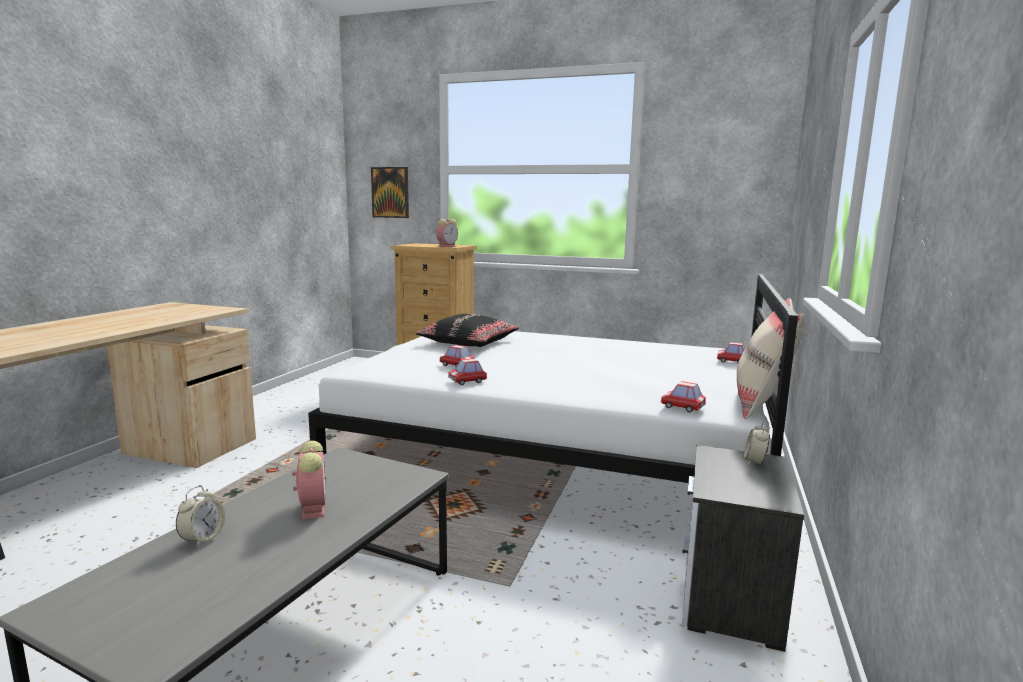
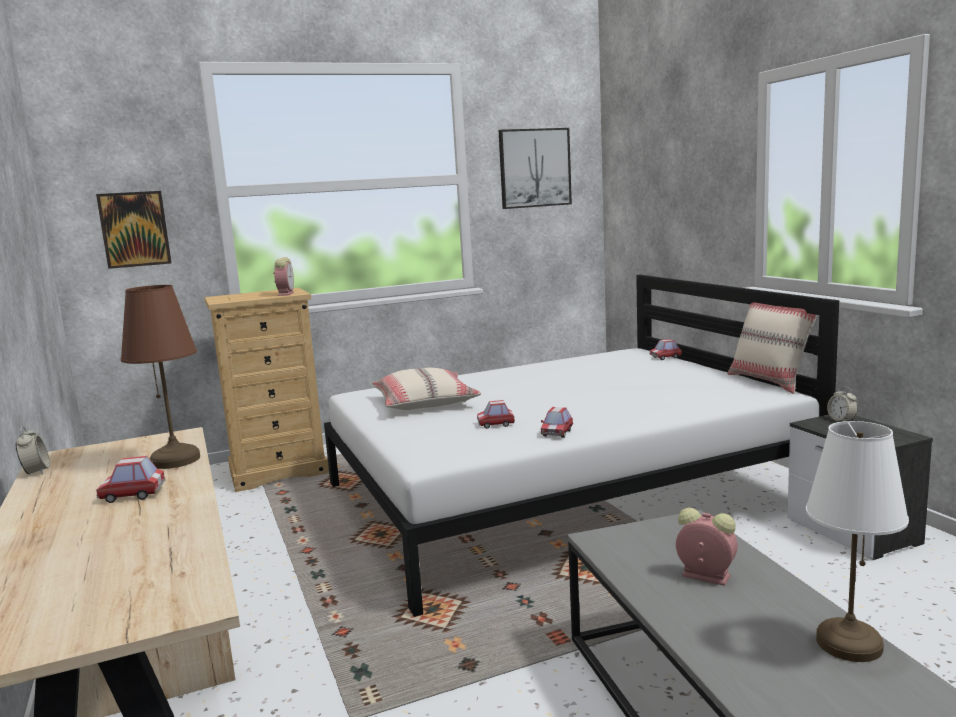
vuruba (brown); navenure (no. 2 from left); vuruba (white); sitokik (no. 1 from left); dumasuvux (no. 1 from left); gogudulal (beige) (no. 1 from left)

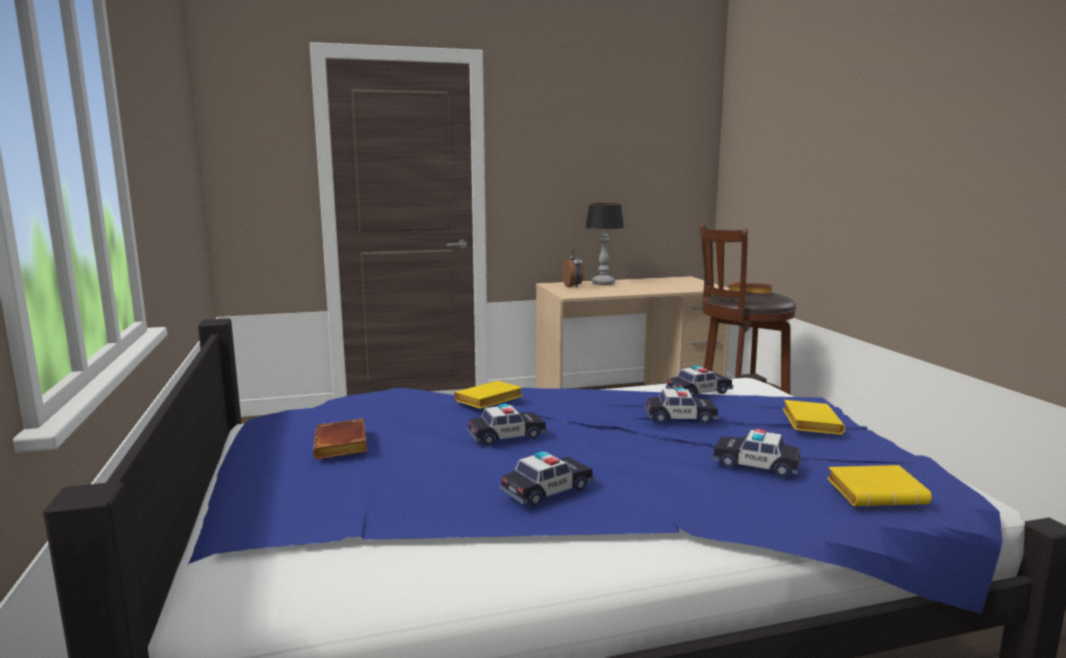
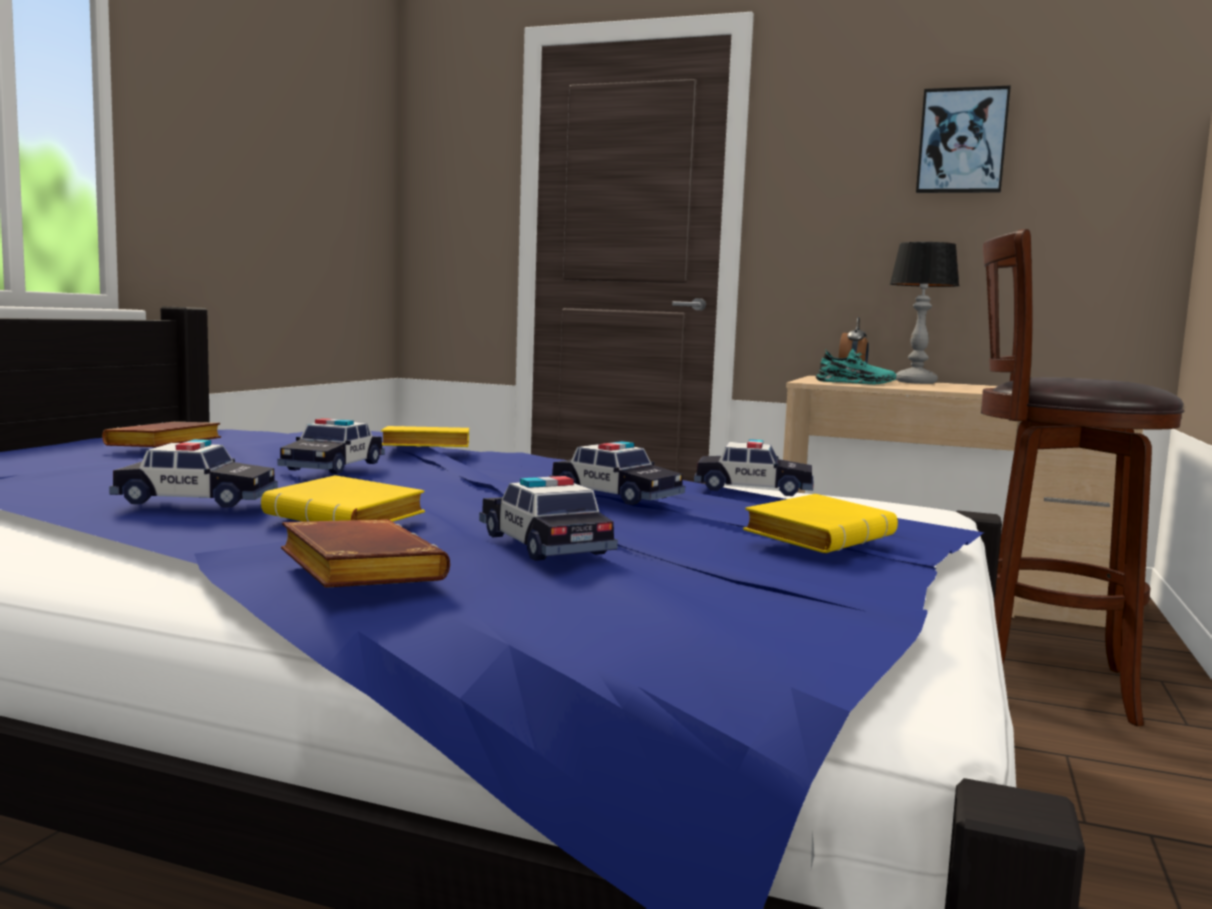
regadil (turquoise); navenure; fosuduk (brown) (no. 2 from left); fosuduk (yellow) (no. 1 from left); dumasuvux (no. 2 from left)

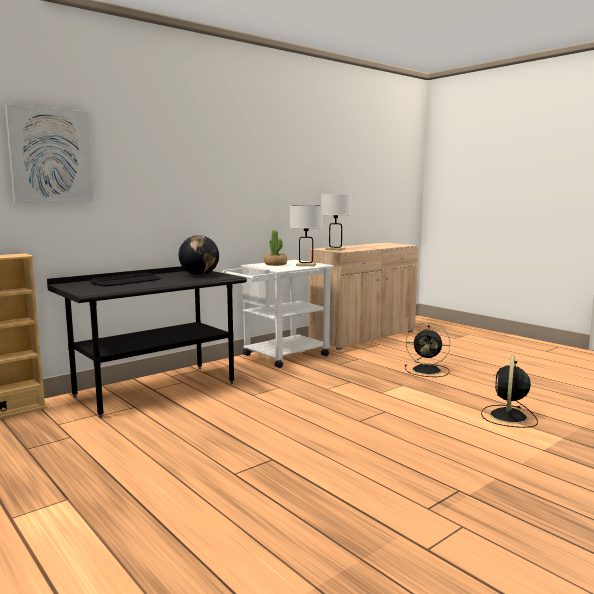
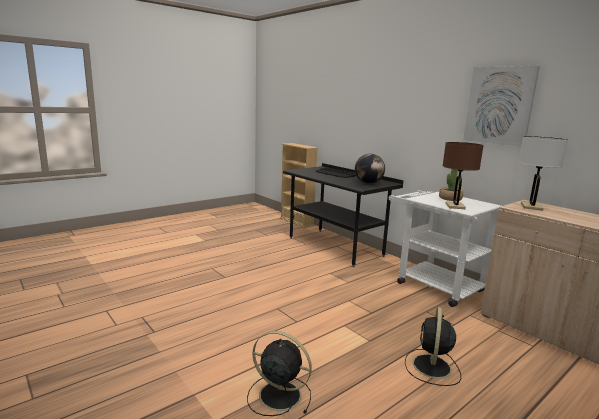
navenure; vuruba (brown)

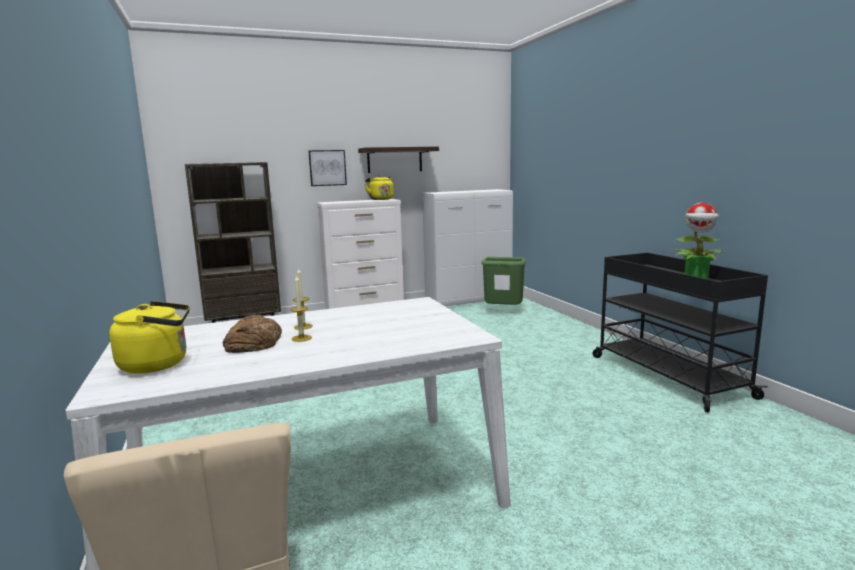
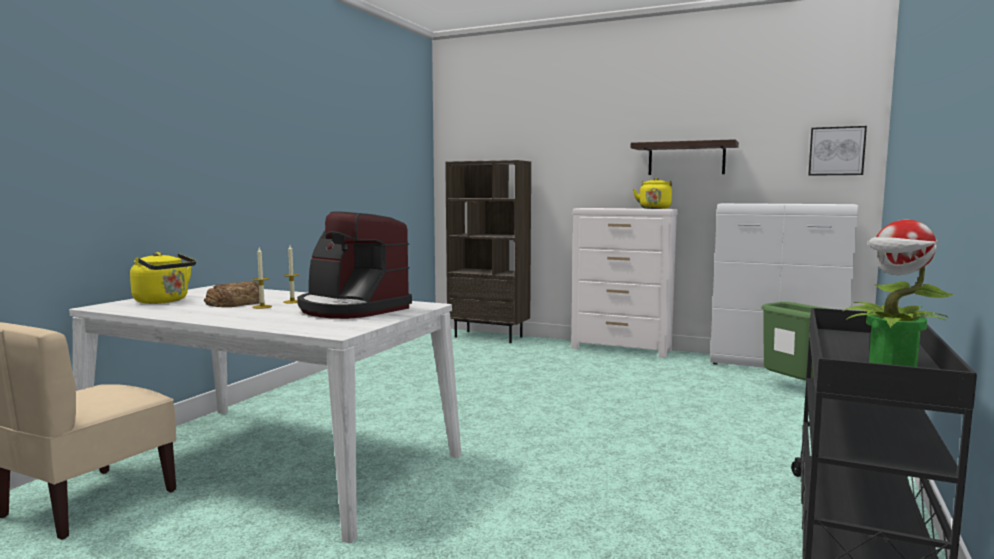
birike; navenure

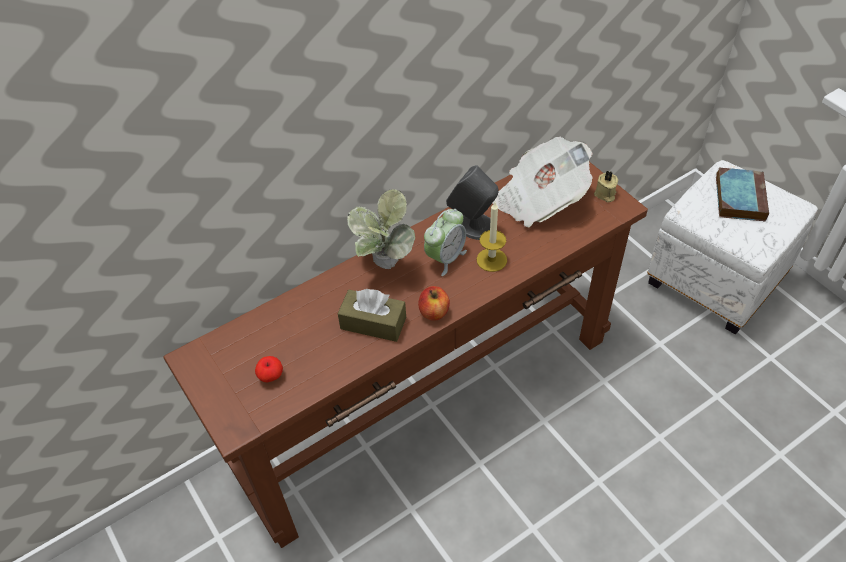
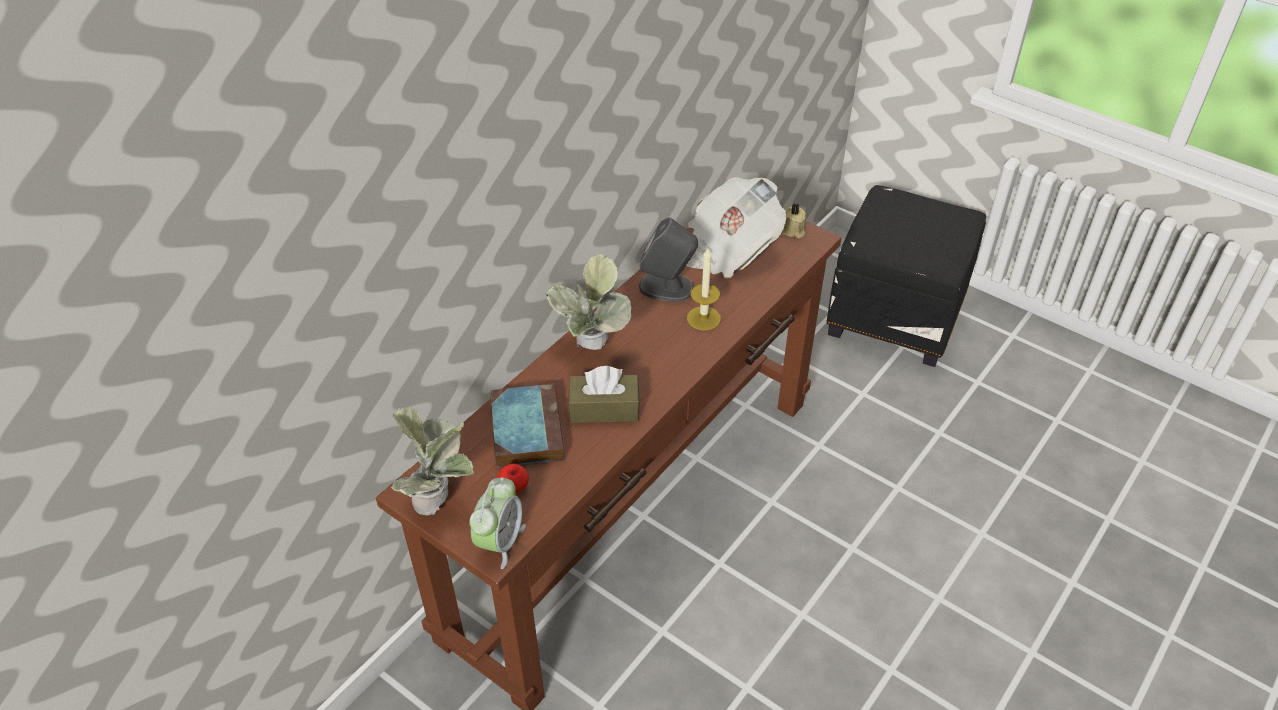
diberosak (no. 2 from left in the first image); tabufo (no. 1 from left); sitokik; fosuduk; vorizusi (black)

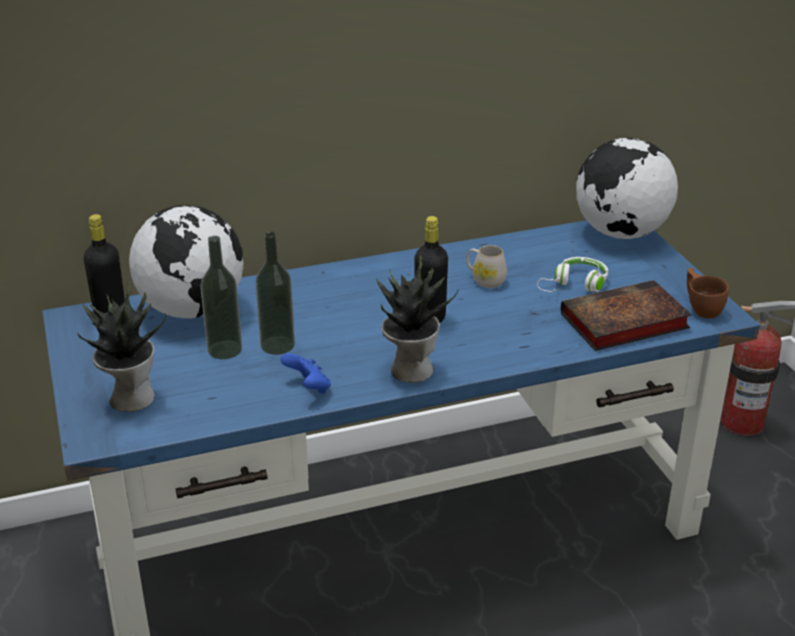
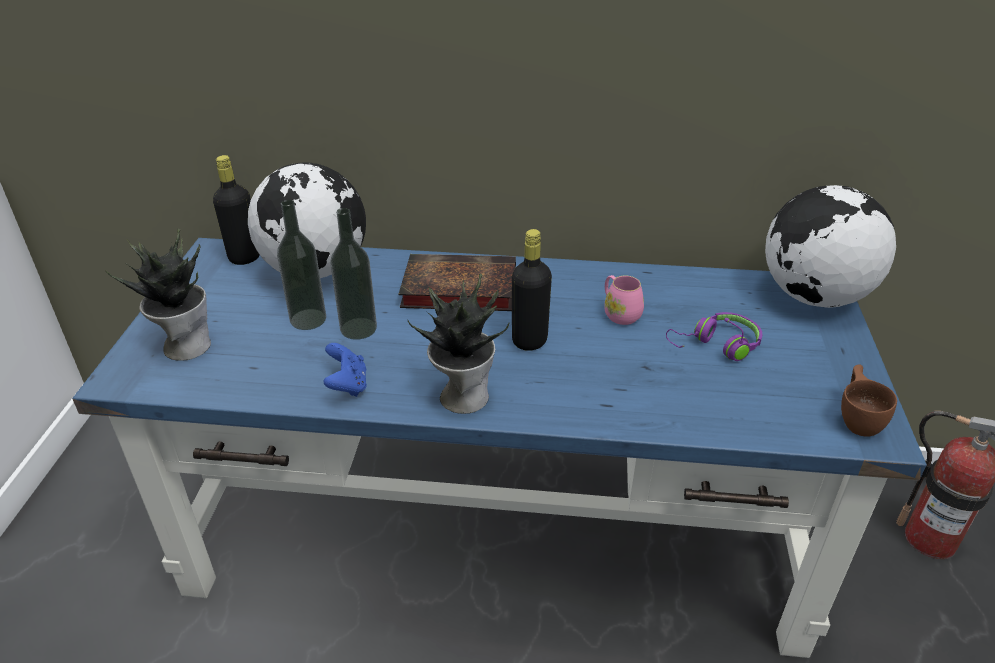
fosuduk; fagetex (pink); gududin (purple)

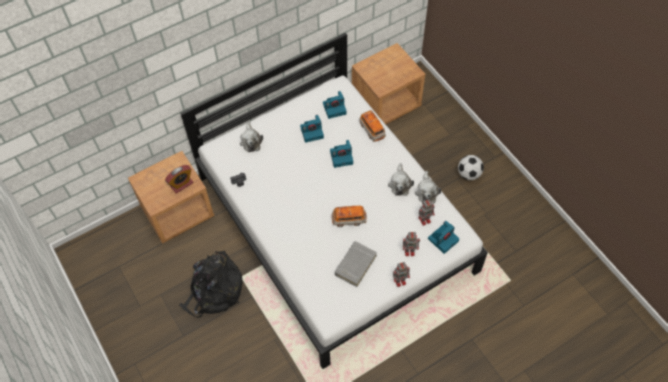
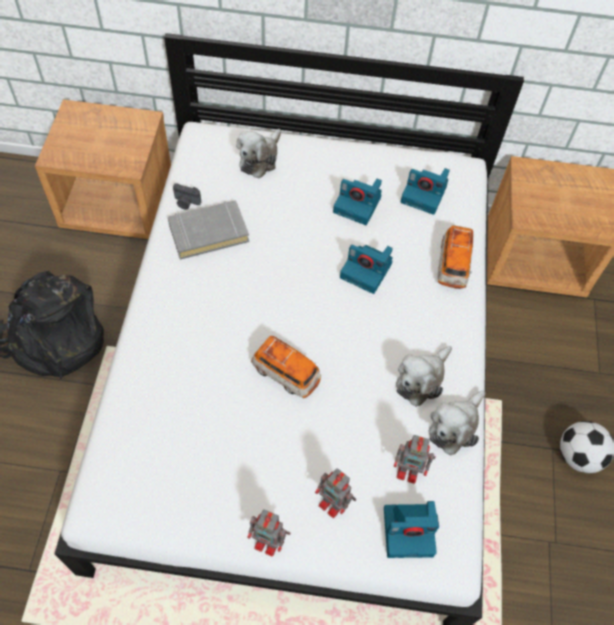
sitokik; fosuduk (grey)

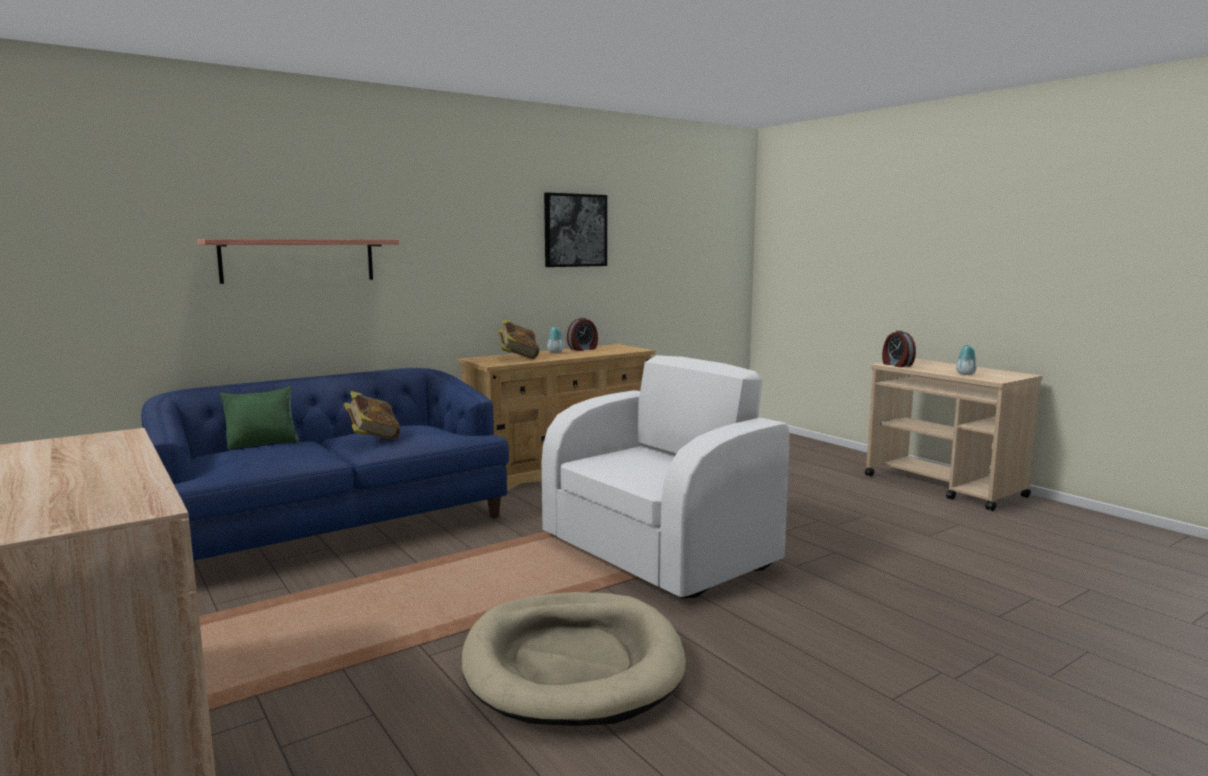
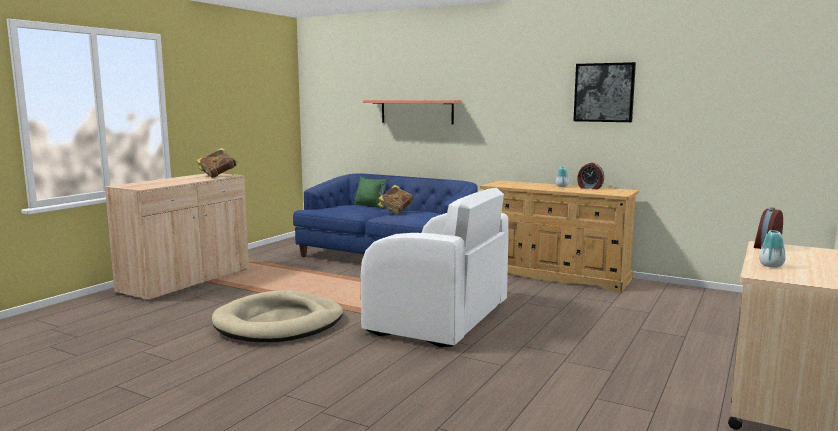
fosuduk (no. 1 from left)

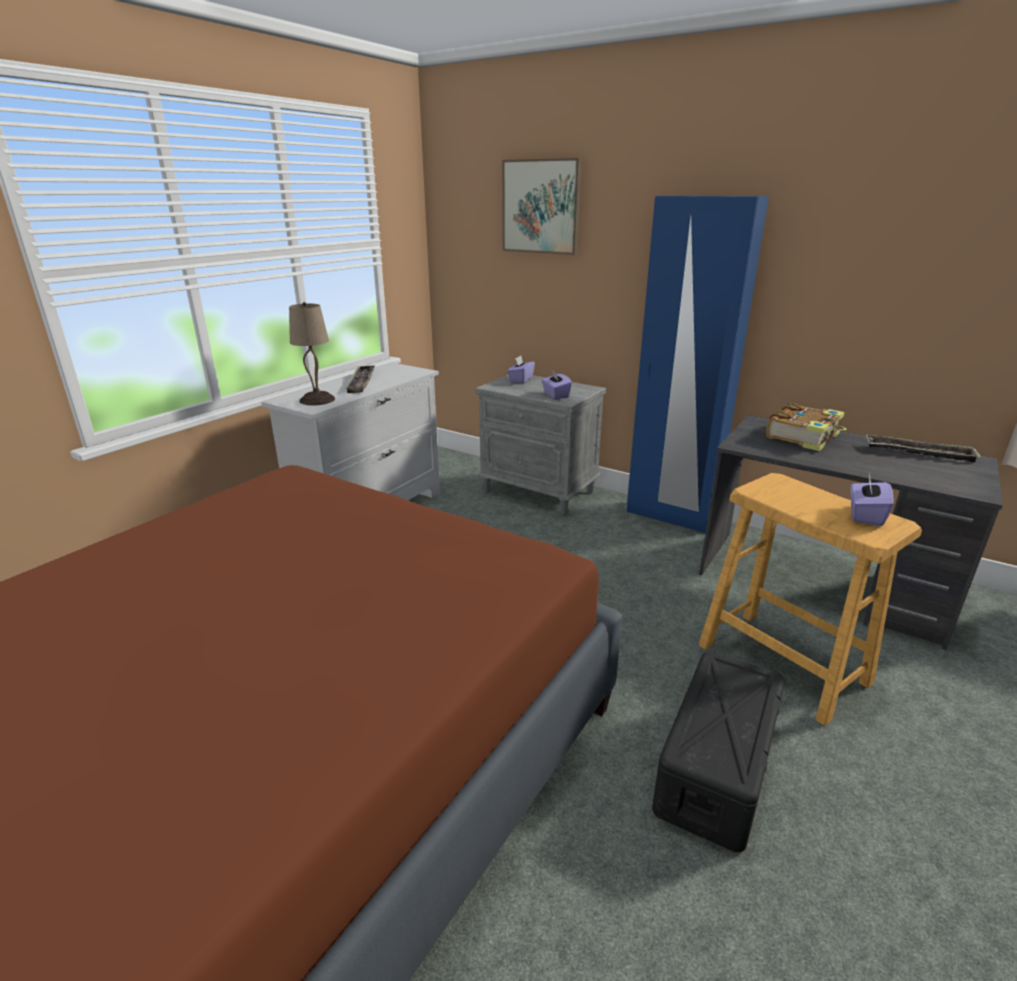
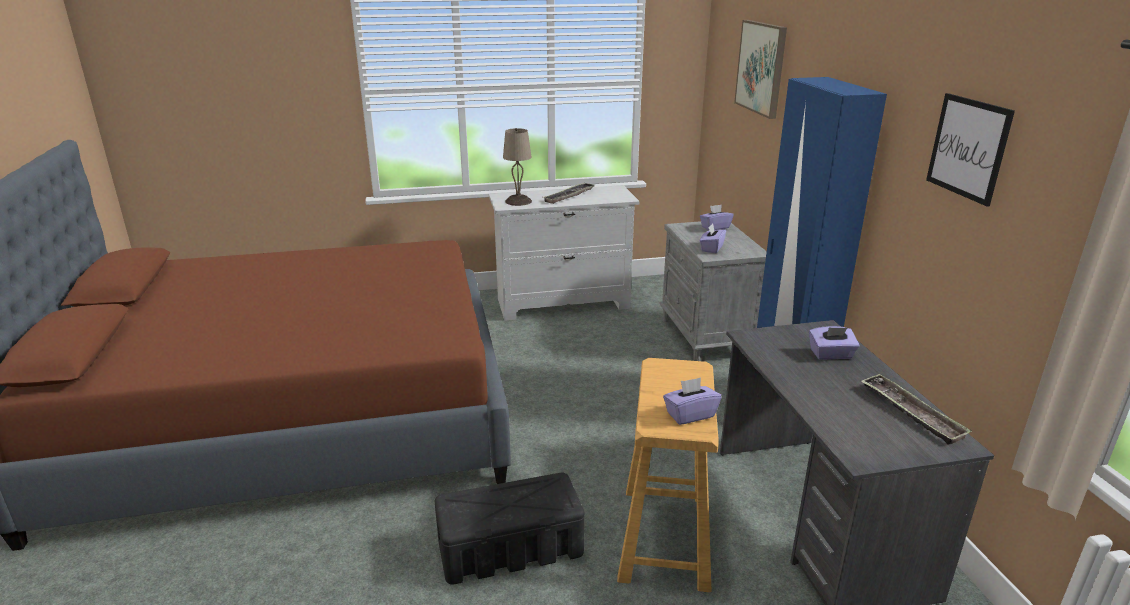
navenure (no. 2 from left); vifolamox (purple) (no. 4 from left)

